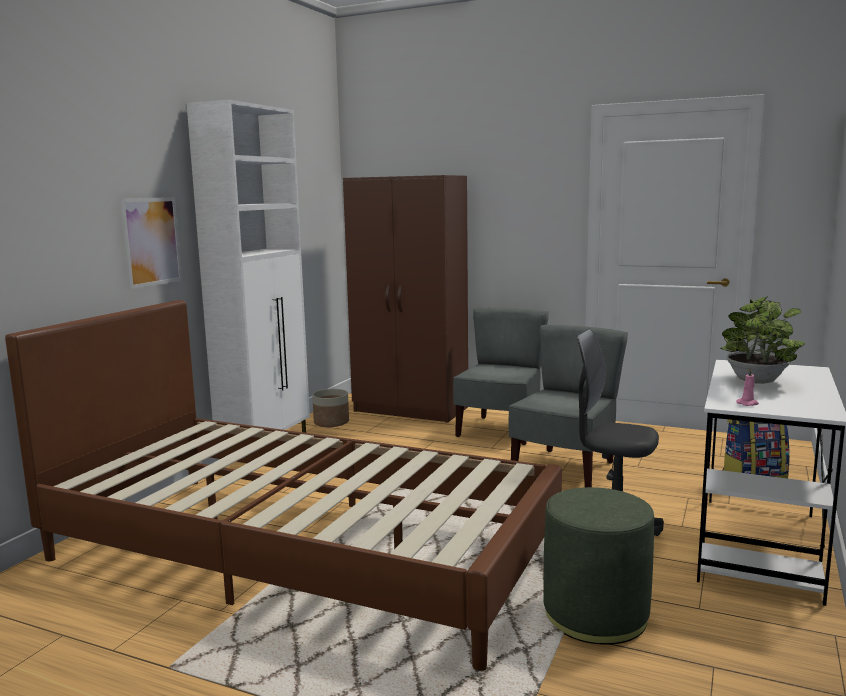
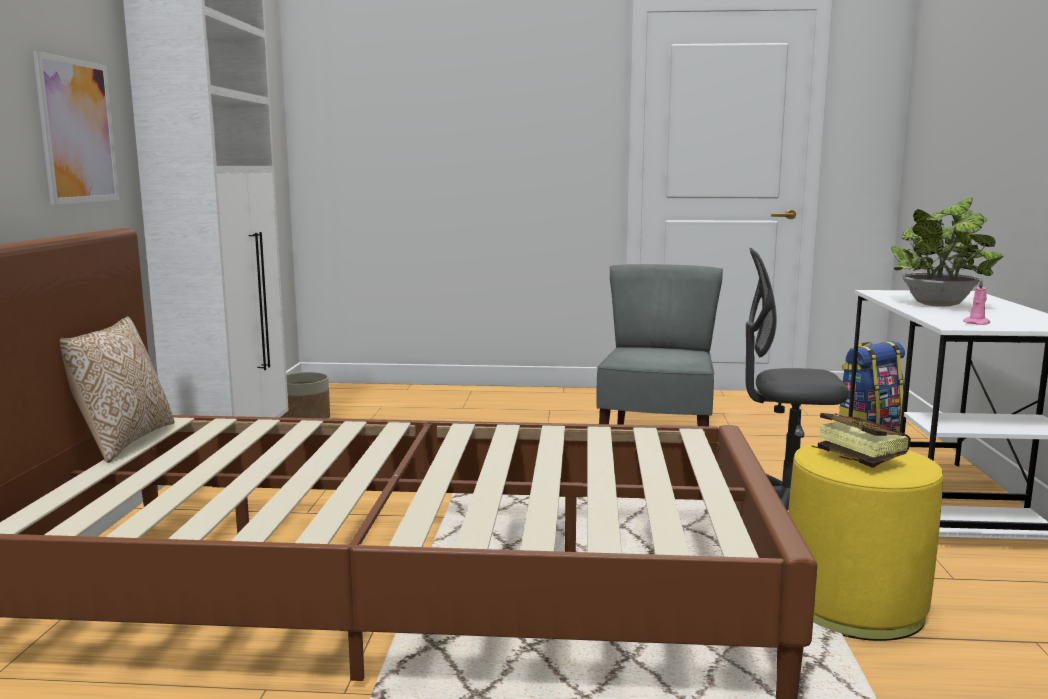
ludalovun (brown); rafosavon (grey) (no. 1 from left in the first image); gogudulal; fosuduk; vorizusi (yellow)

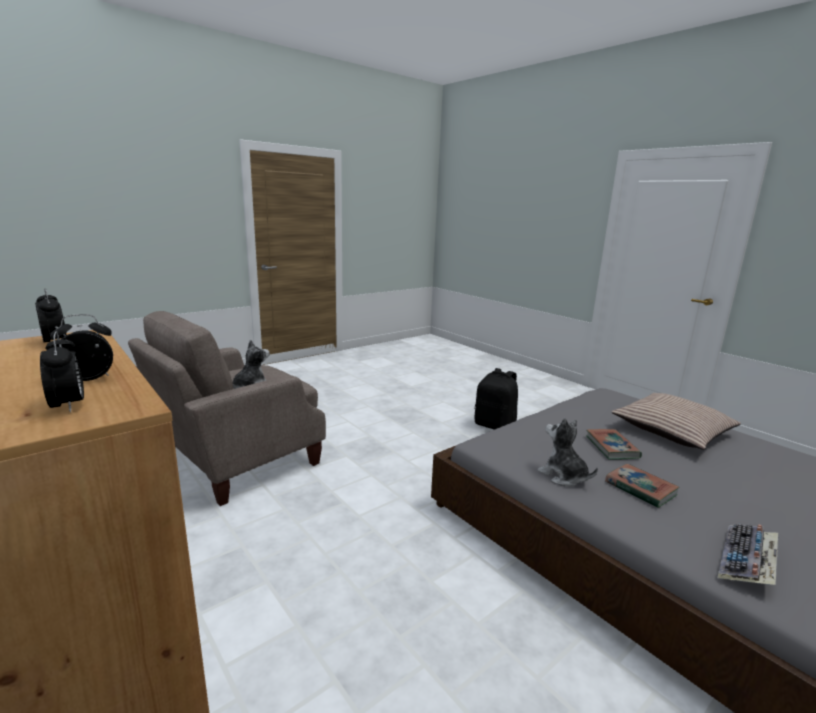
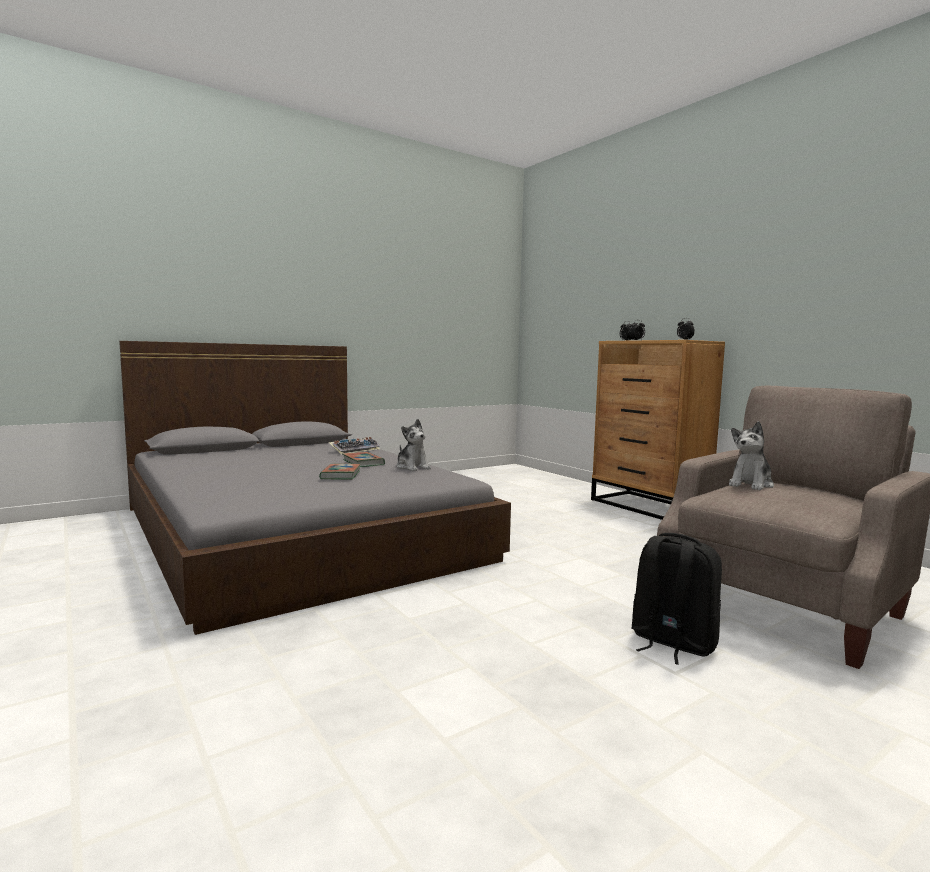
gogudulal; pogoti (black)

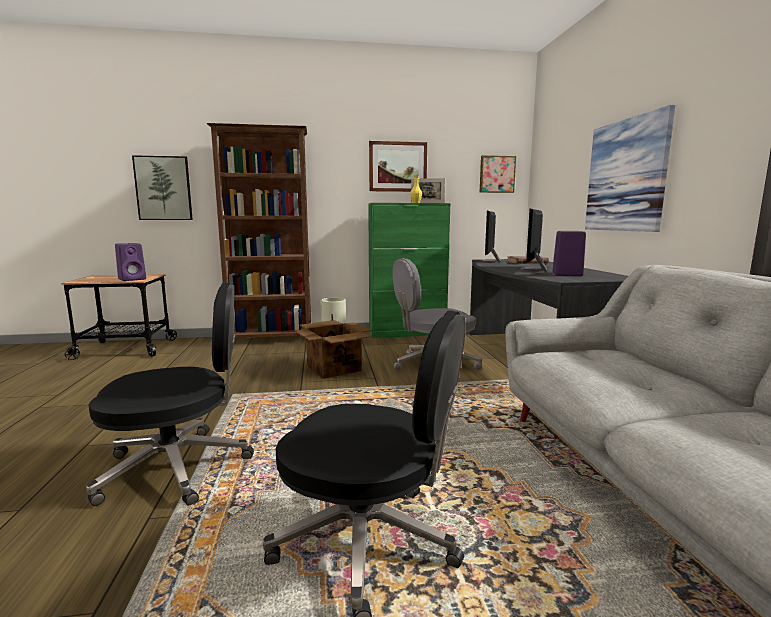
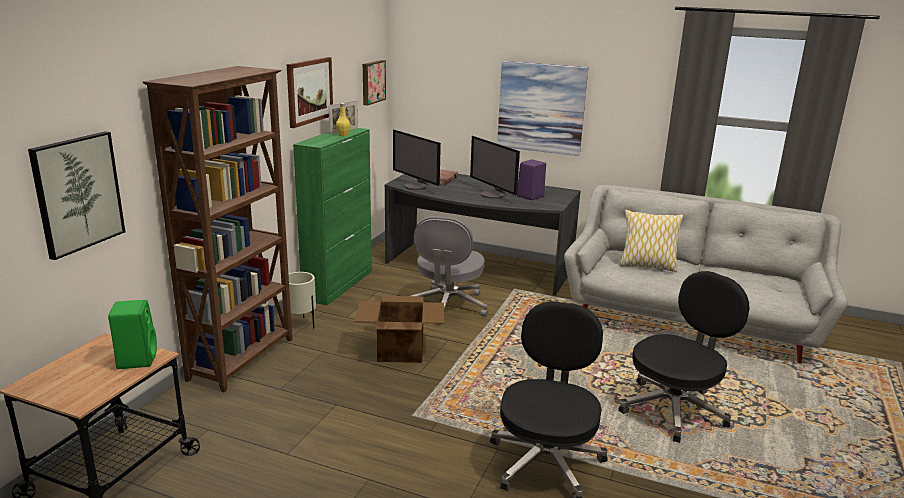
gogudulal; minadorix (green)

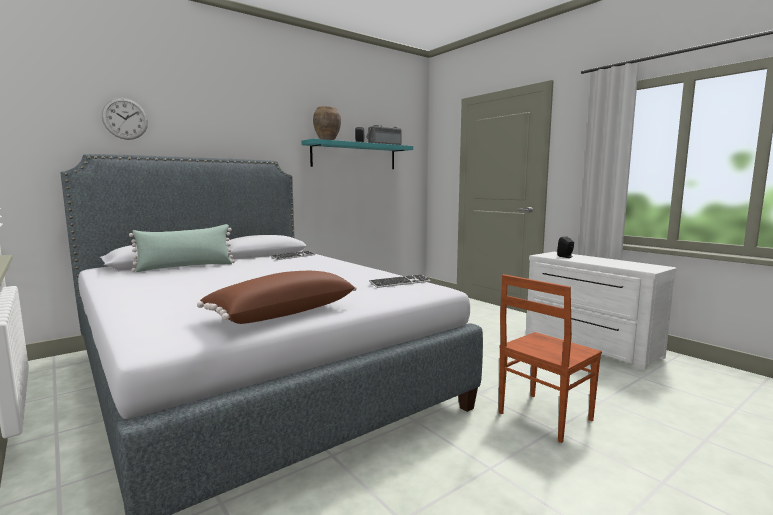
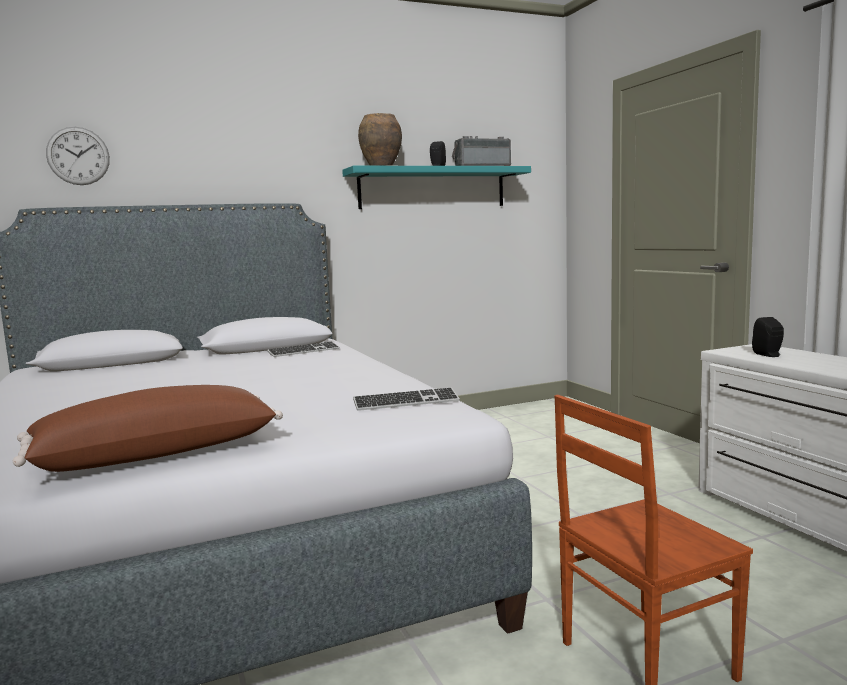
gogudulal (green)

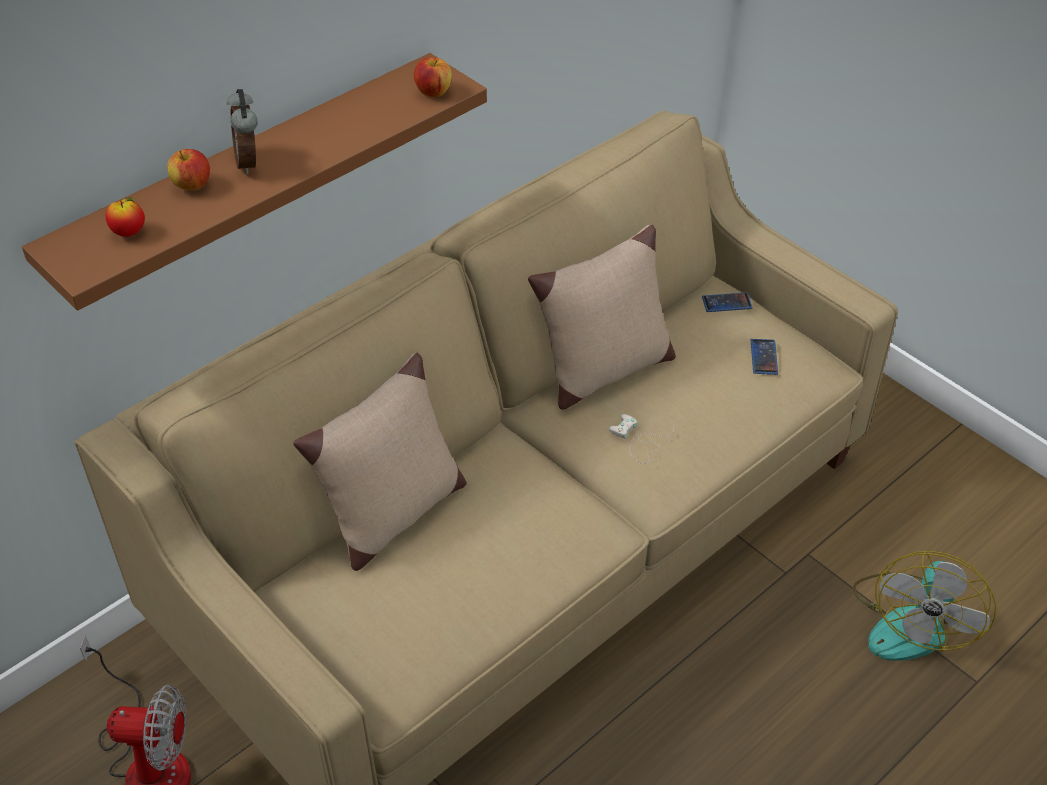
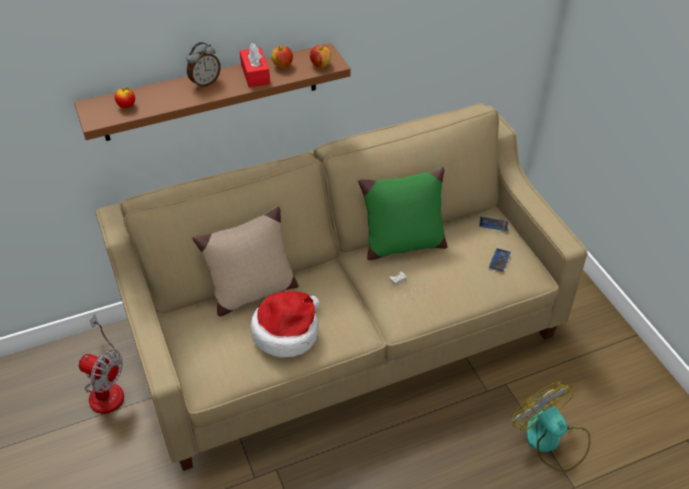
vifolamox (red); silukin; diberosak (no. 2 from left); gogudulal (green); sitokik; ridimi (no. 2 from left)

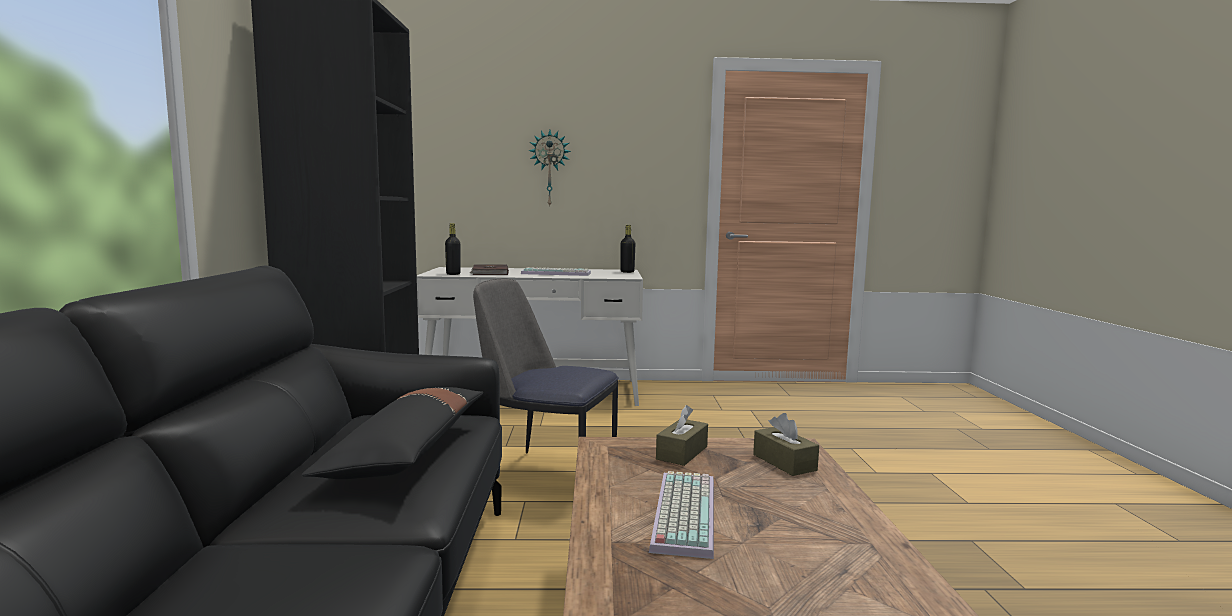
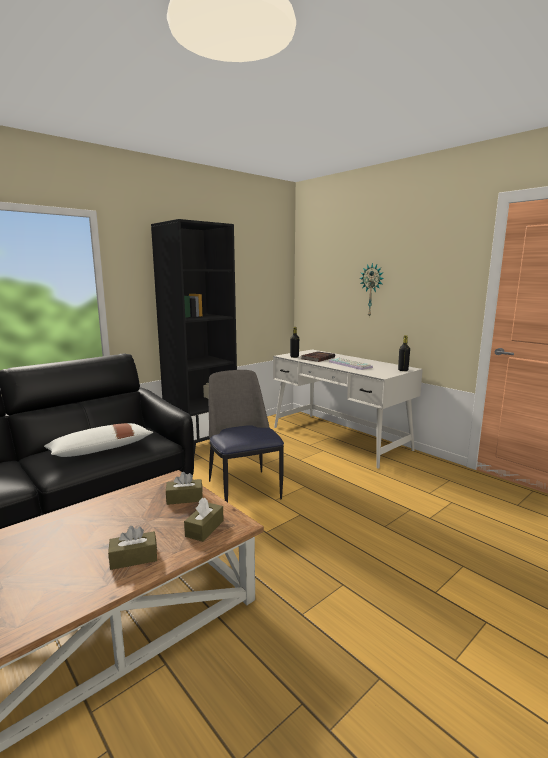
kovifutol (no. 2 from left in the first image); vifolamox (brown) (no. 1 from left); gogudulal (white)

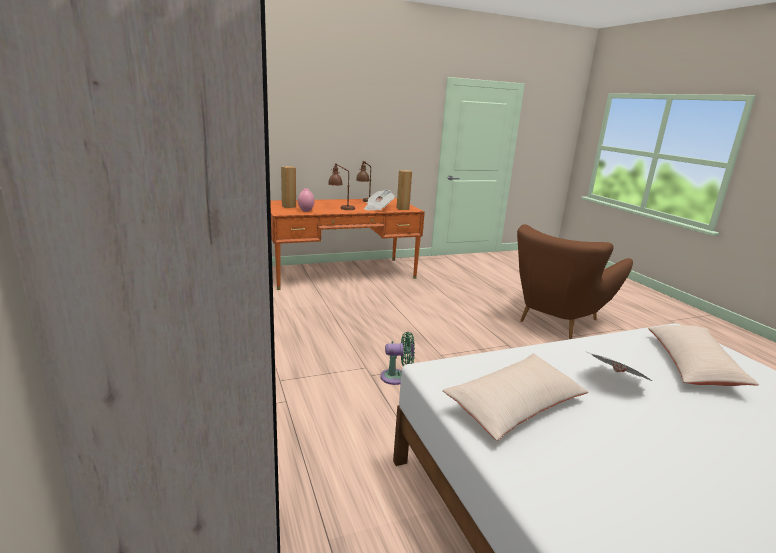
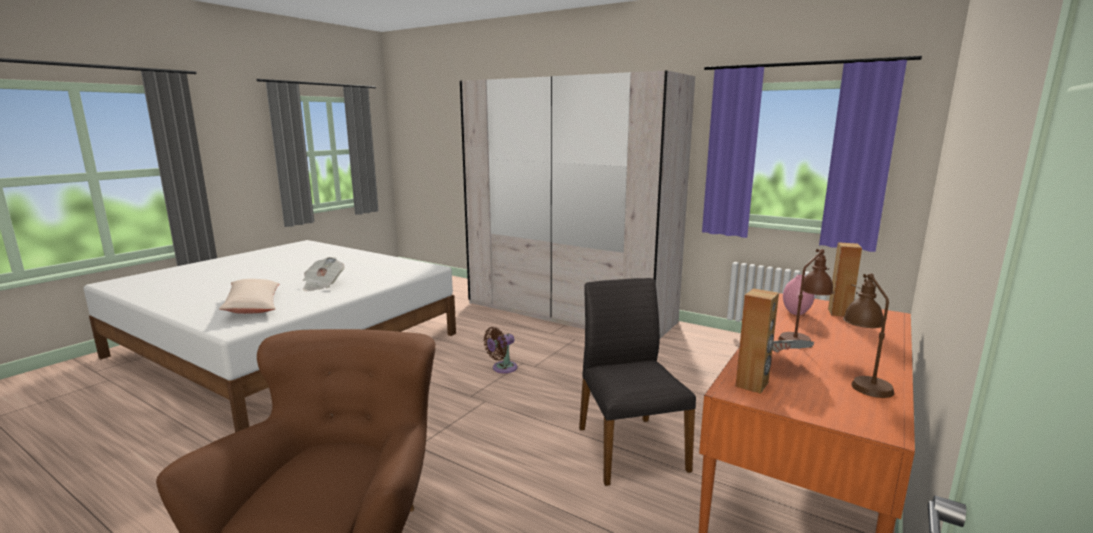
gogudulal (beige) (no. 1 from left in the first image); rafosavon (grey); ridimi (brown)

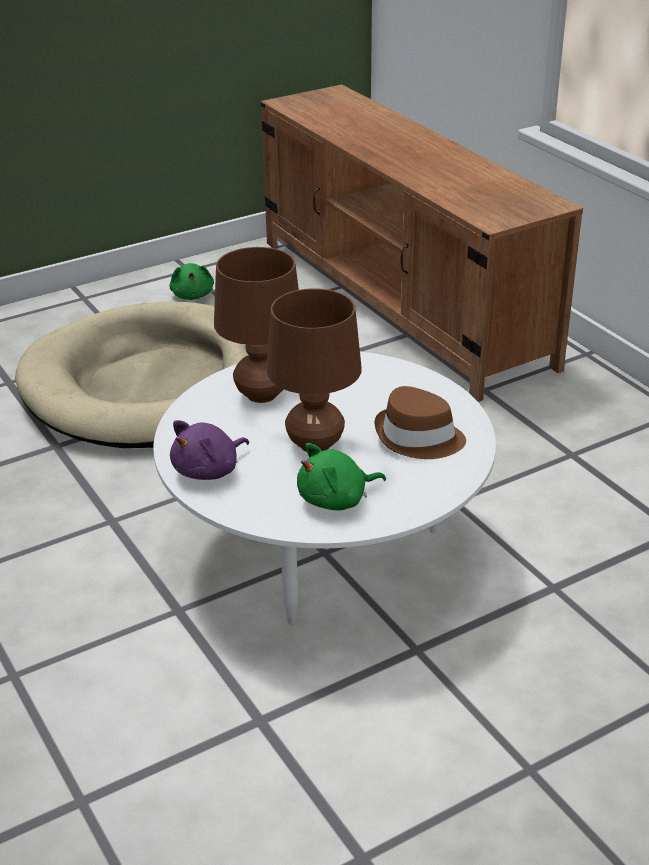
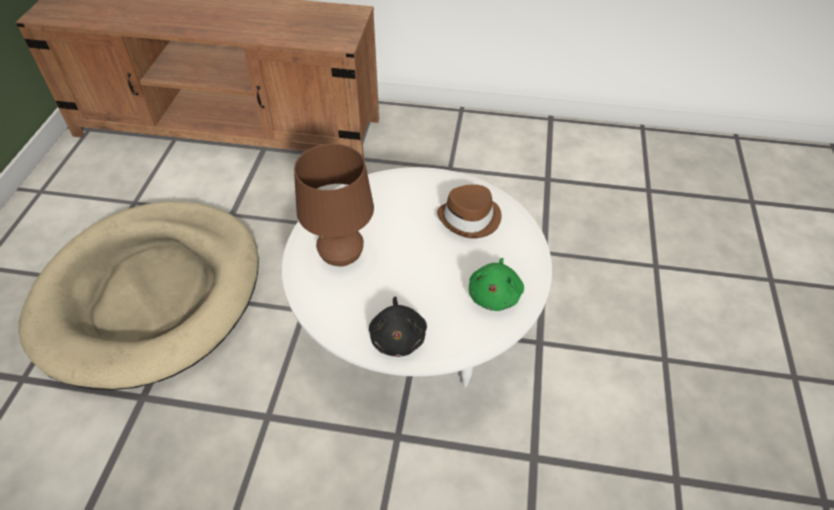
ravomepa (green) (no. 1 from left in the first image); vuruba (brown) (no. 2 from left in the first image); ravomepa (black)

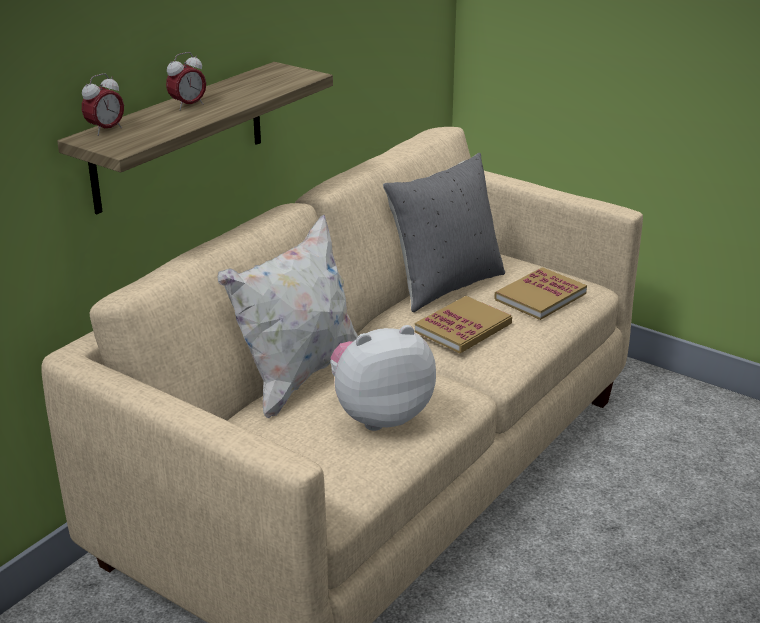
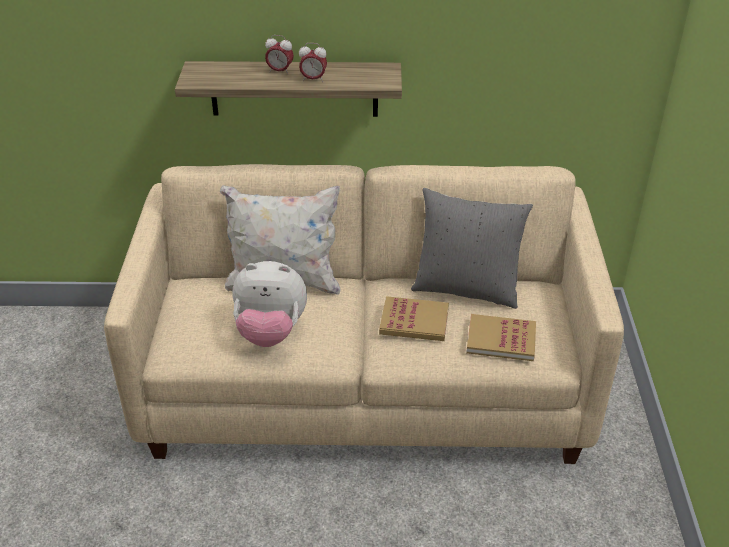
sitokik (no. 2 from left); ravomepa

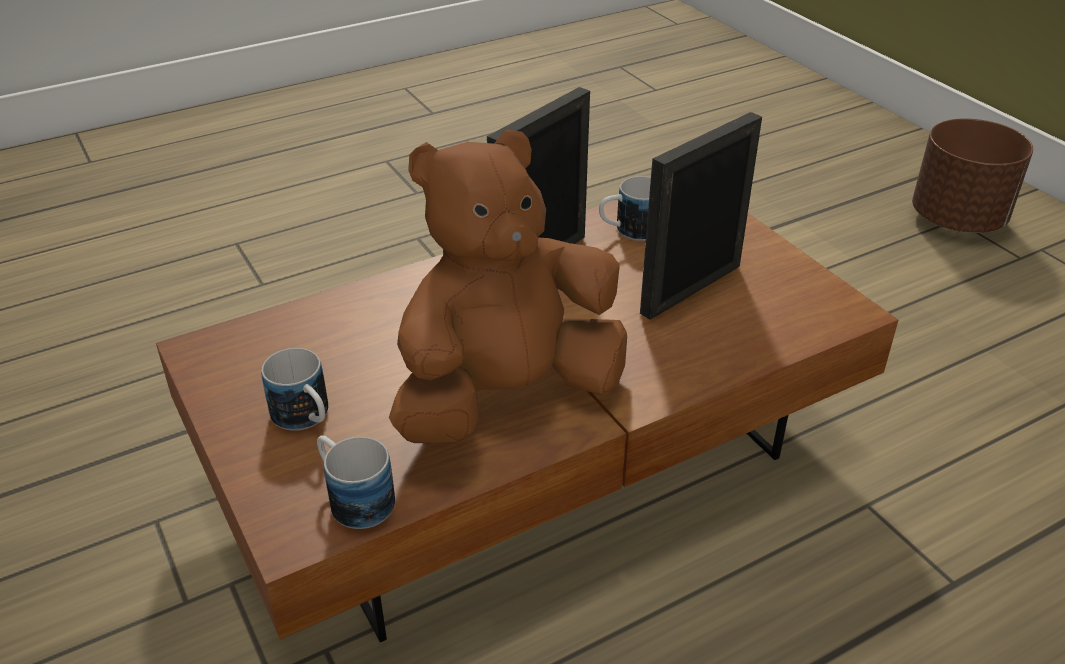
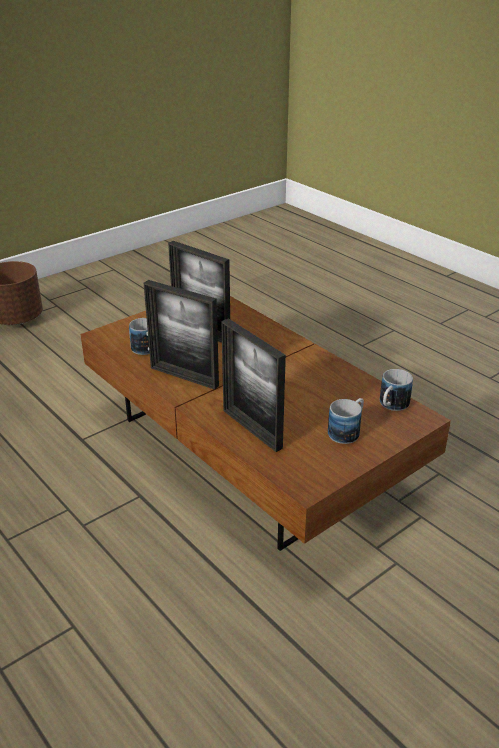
ravomepa (brown); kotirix (no. 3 from left)

